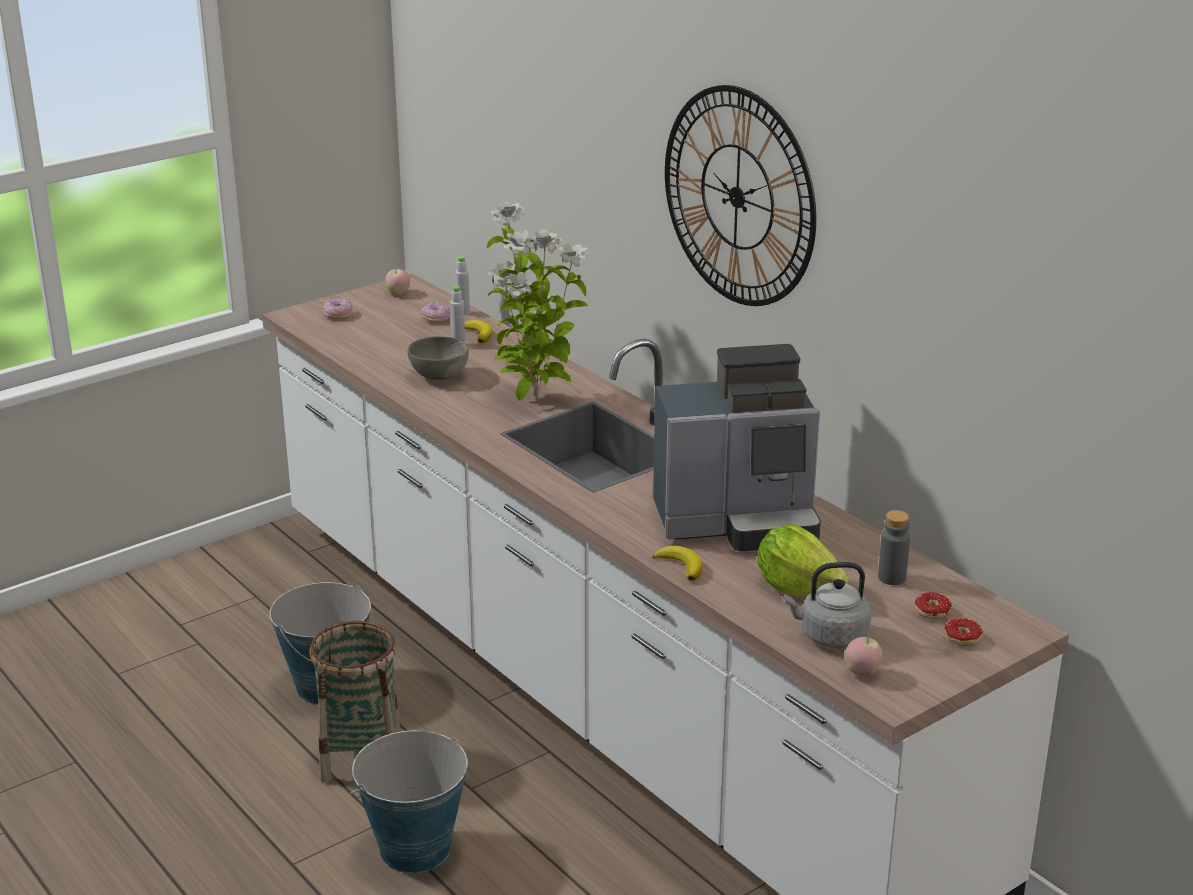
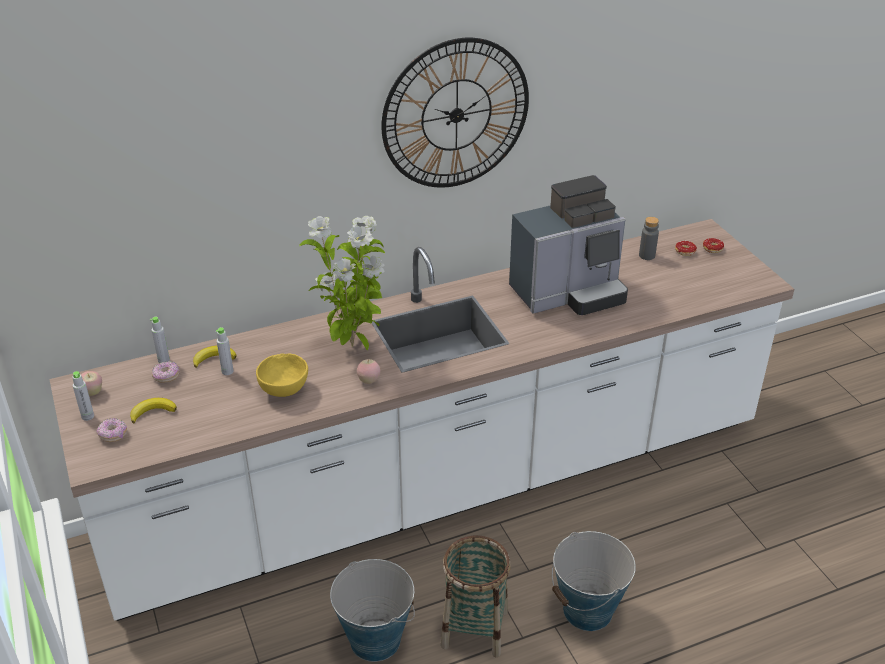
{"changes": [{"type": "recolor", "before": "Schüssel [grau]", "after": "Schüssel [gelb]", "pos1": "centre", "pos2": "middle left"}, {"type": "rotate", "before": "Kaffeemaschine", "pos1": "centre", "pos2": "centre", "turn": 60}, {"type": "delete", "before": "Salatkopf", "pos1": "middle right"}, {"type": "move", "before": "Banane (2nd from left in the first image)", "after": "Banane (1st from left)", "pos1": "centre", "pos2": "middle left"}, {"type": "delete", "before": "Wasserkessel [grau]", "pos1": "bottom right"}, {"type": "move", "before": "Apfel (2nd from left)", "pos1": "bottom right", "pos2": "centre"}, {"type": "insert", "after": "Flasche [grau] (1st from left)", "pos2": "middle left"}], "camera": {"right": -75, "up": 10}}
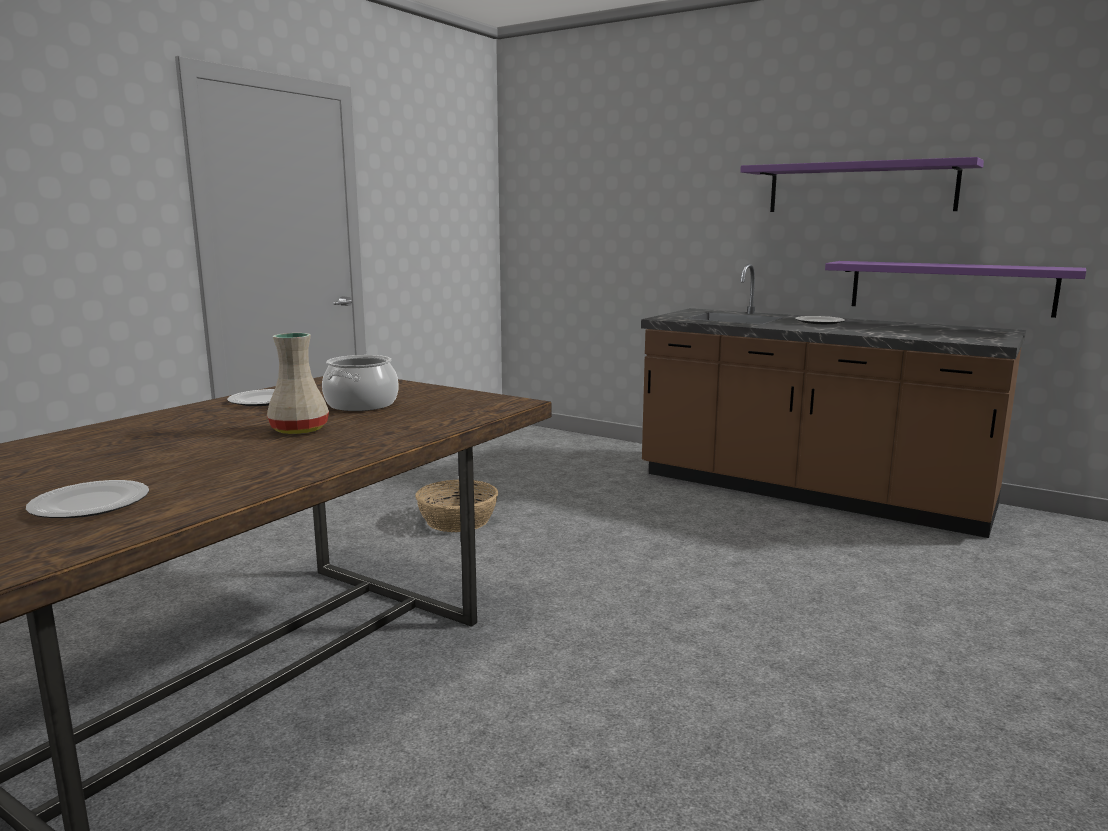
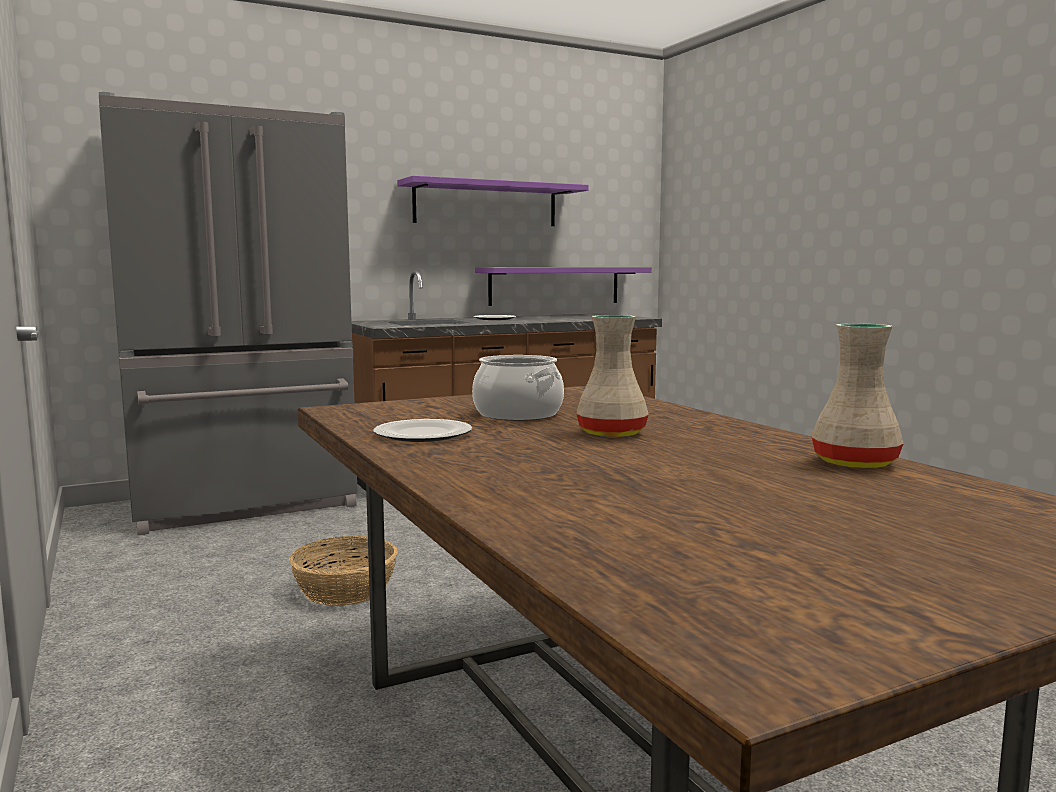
{"changes": [{"type": "delete", "before": "Teller (1st from left)", "pos1": "middle left"}, {"type": "insert", "after": "Kühlschrank [grau]", "pos2": "middle left"}, {"type": "insert", "after": "Vase [beige] (2nd from left)", "pos2": "middle right"}], "camera": {"right": -60, "up": -5}}
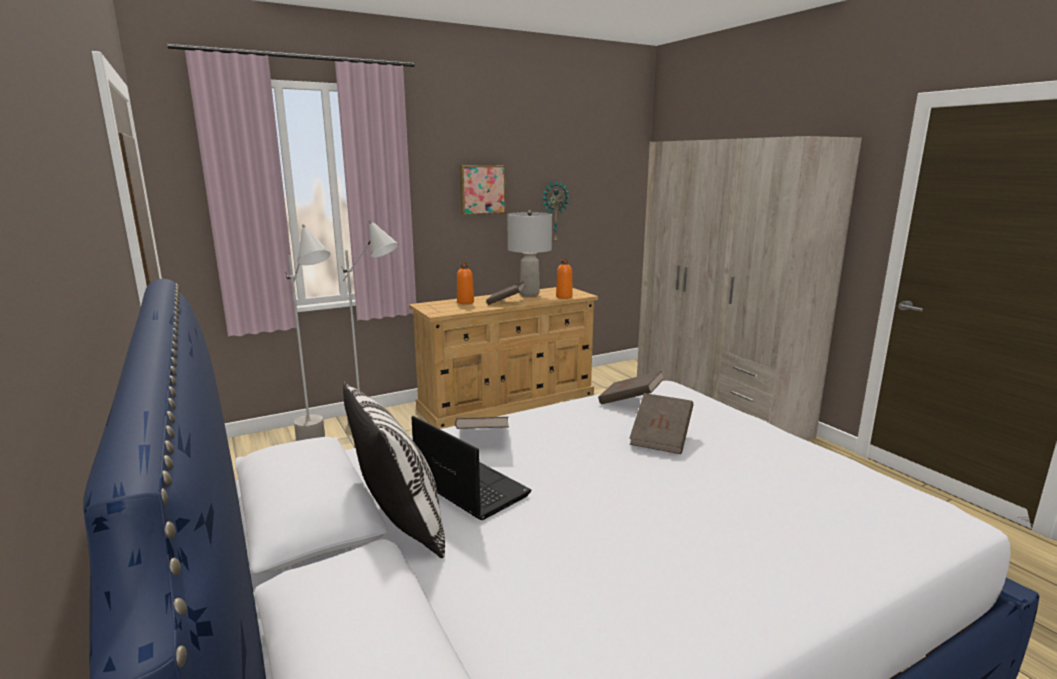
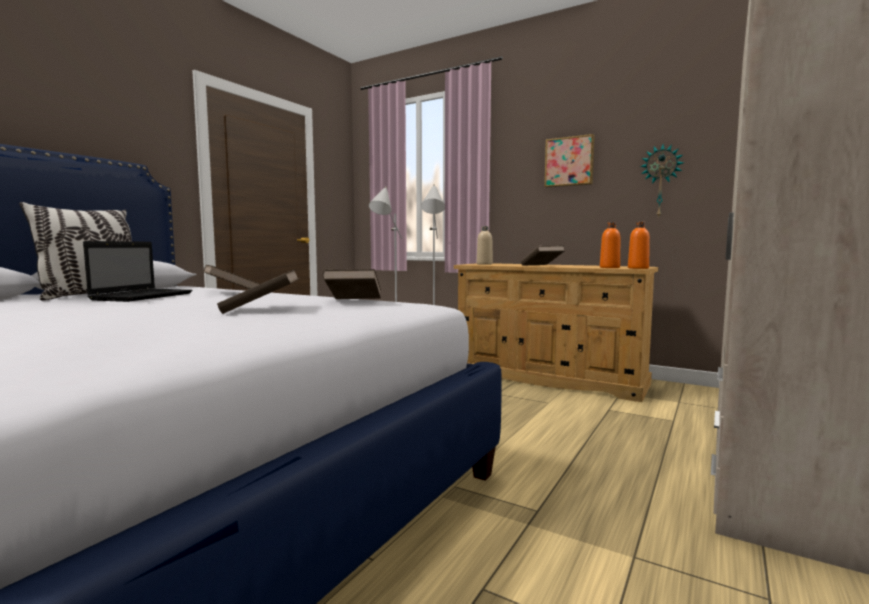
{"changes": [{"type": "delete", "before": "Tischlampe [grau]", "pos1": "centre"}, {"type": "move", "before": "Flasche [orange] (1st from left in the first image)", "after": "Flasche [orange] (2nd from left)", "pos1": "centre", "pos2": "middle right"}, {"type": "insert", "after": "Flasche [beige]", "pos2": "centre"}], "camera": {"right": 60, "up": -10}}
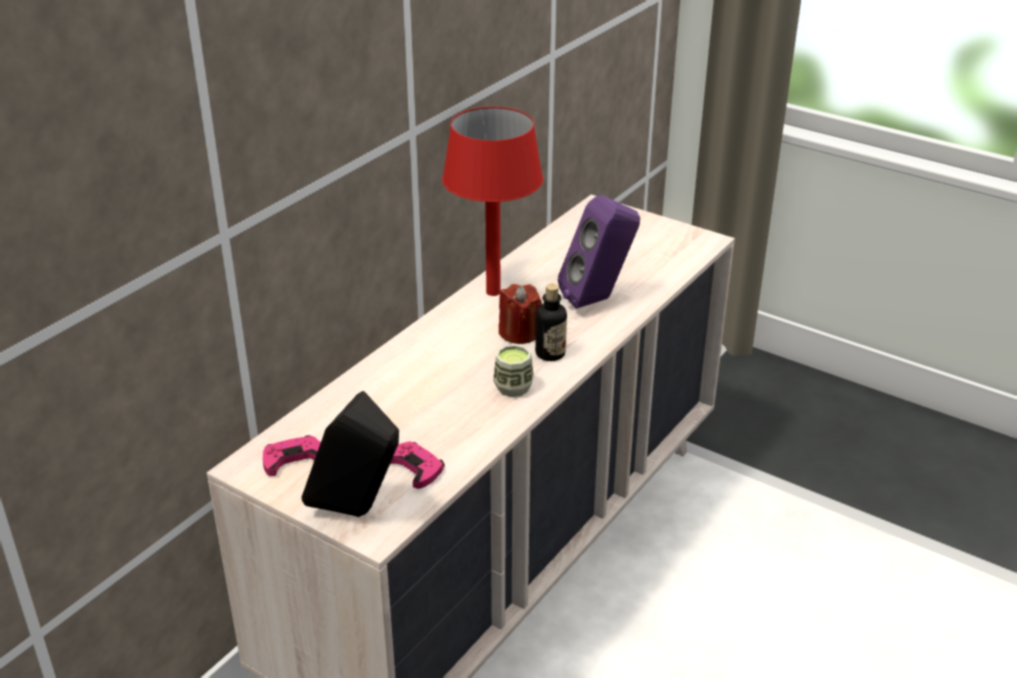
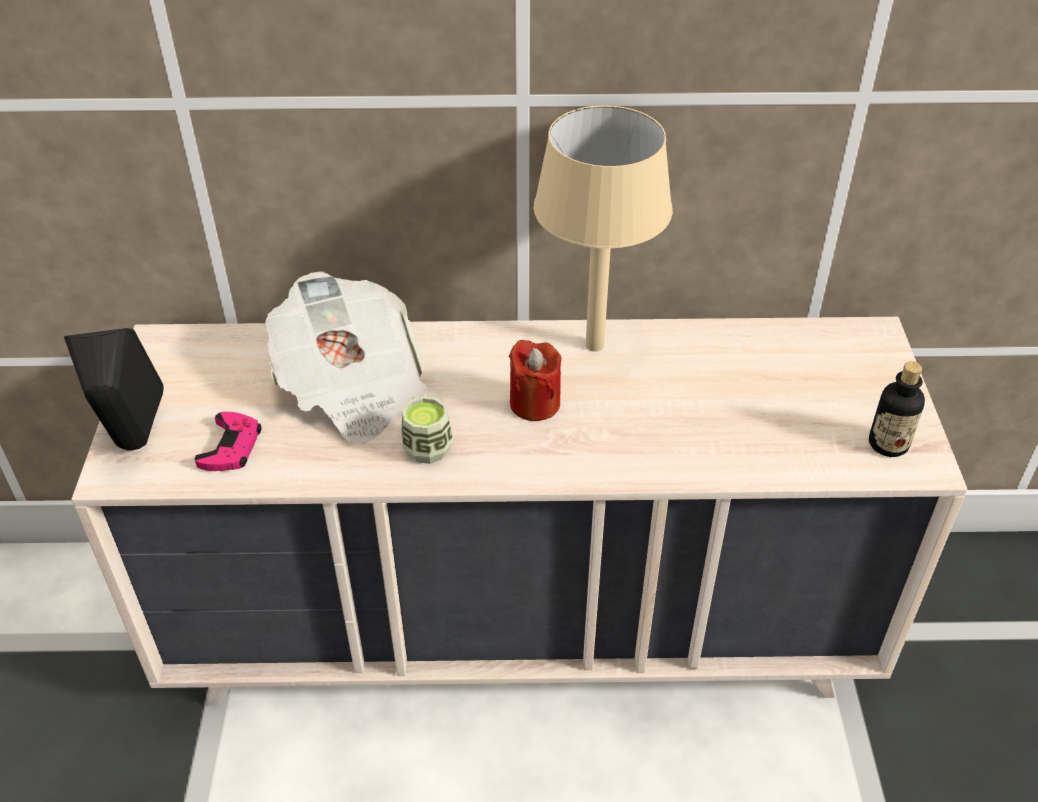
{"changes": [{"type": "recolor", "before": "Tischlampe [rot]", "after": "Tischlampe [beige]", "pos1": "top centre", "pos2": "top centre"}, {"type": "delete", "before": "Lautsprecher [lila]", "pos1": "centre"}, {"type": "move", "before": "Flasche", "pos1": "centre", "pos2": "middle right"}, {"type": "delete", "before": "Gamepad [rosa] (1st from left)", "pos1": "bottom left"}, {"type": "insert", "after": "Zeitung", "pos2": "centre"}], "camera": {"right": 55, "up": 10}}
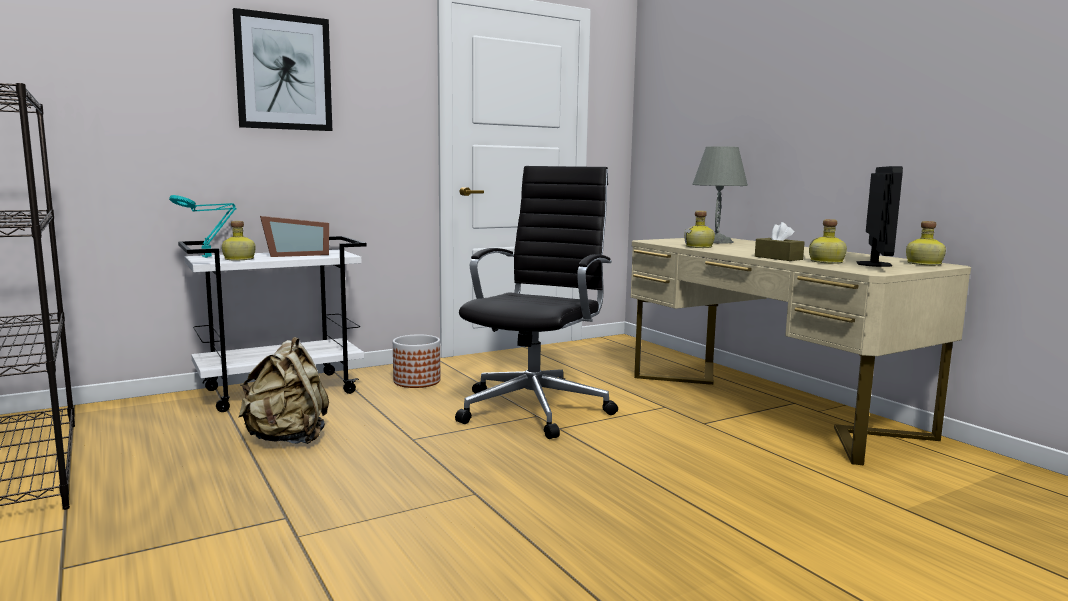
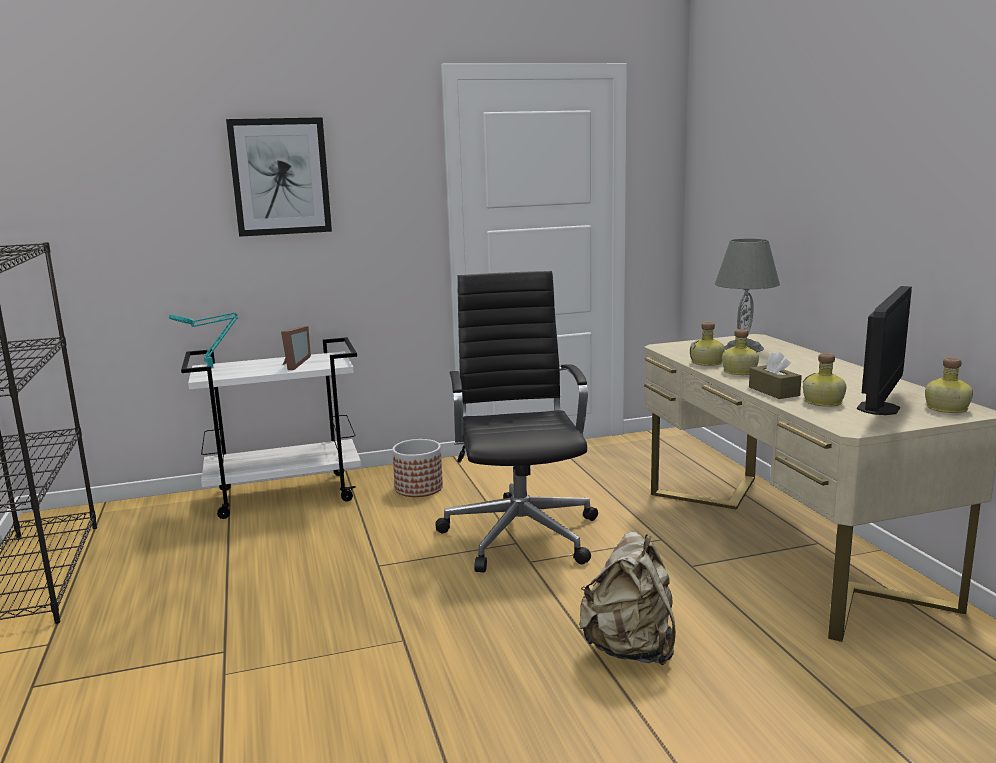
{"changes": [{"type": "rotate", "before": "Bürostuhl [schwarz]", "pos1": "centre", "pos2": "centre", "turn": -45}, {"type": "rotate", "before": "Bilderrahmen", "pos1": "middle left", "pos2": "middle left", "turn": -75}, {"type": "move", "before": "Flasche (1st from left in the first image)", "after": "Flasche (2nd from left)", "pos1": "middle left", "pos2": "middle right"}, {"type": "move", "before": "Rucksack [beige]", "pos1": "middle left", "pos2": "bottom centre"}], "camera": {"right": 15, "up": 5}}
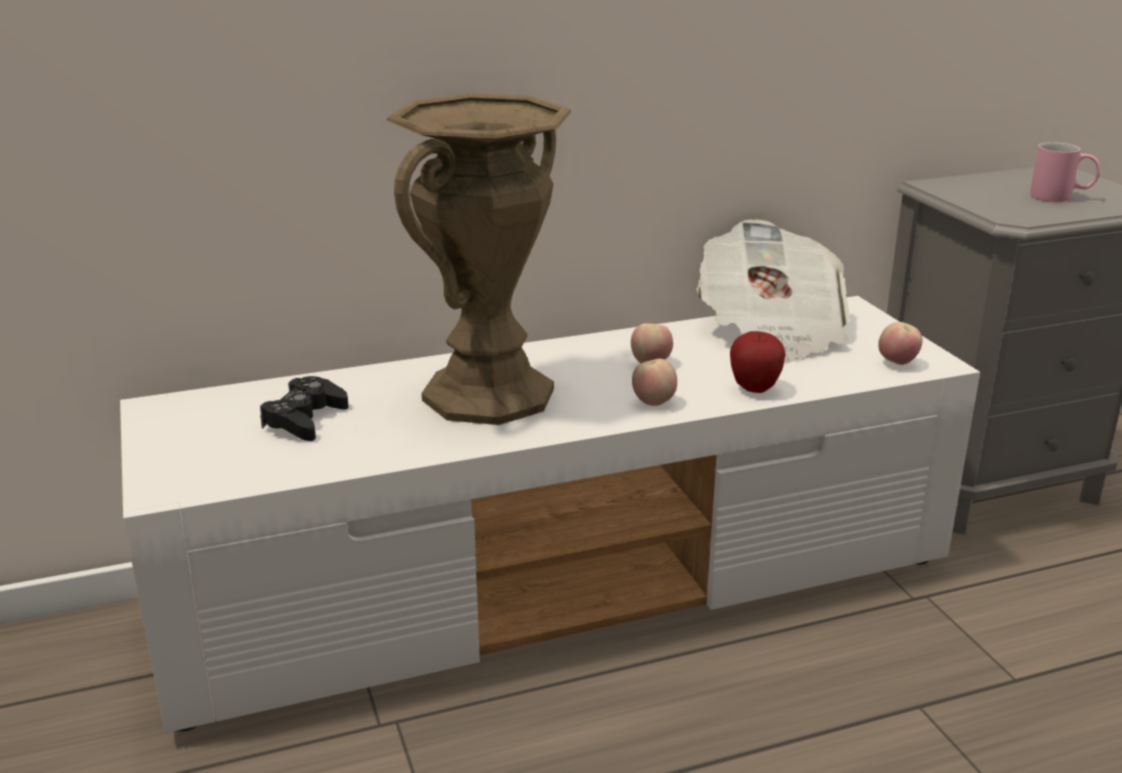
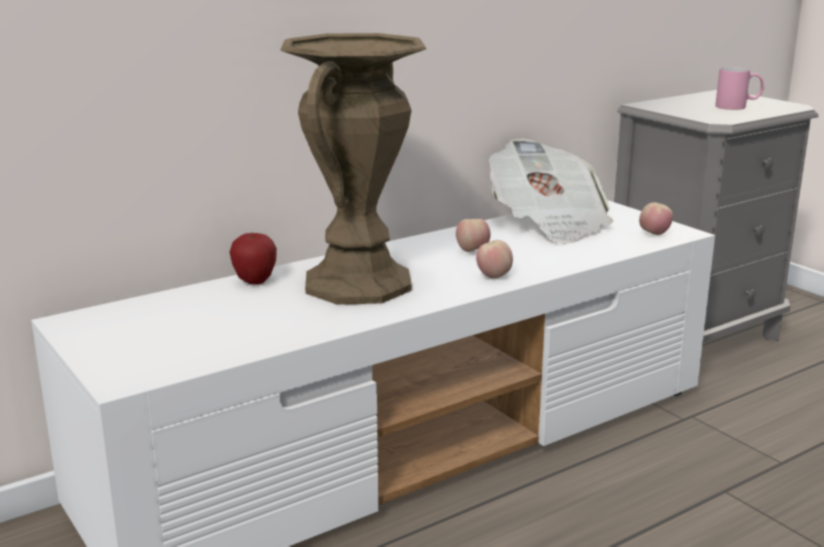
{"changes": [{"type": "move", "before": "Apfel (3rd from left in the first image)", "after": "Apfel (1st from left)", "pos1": "middle right", "pos2": "middle left"}, {"type": "delete", "before": "Gamepad [schwarz]", "pos1": "middle left"}], "camera": {"right": -15, "up": -5}}
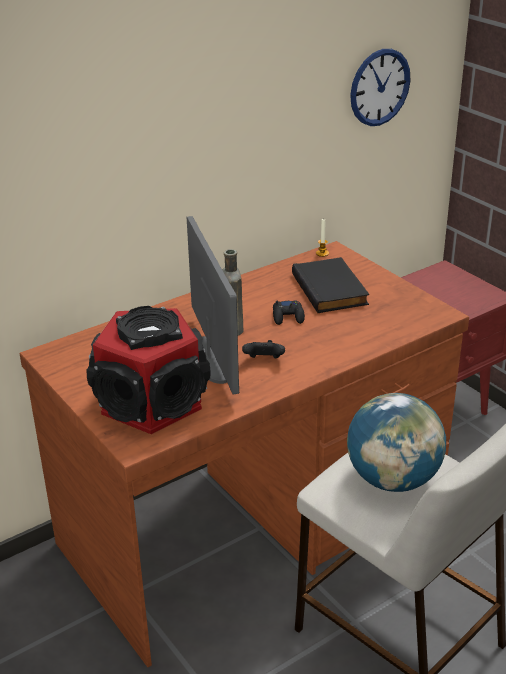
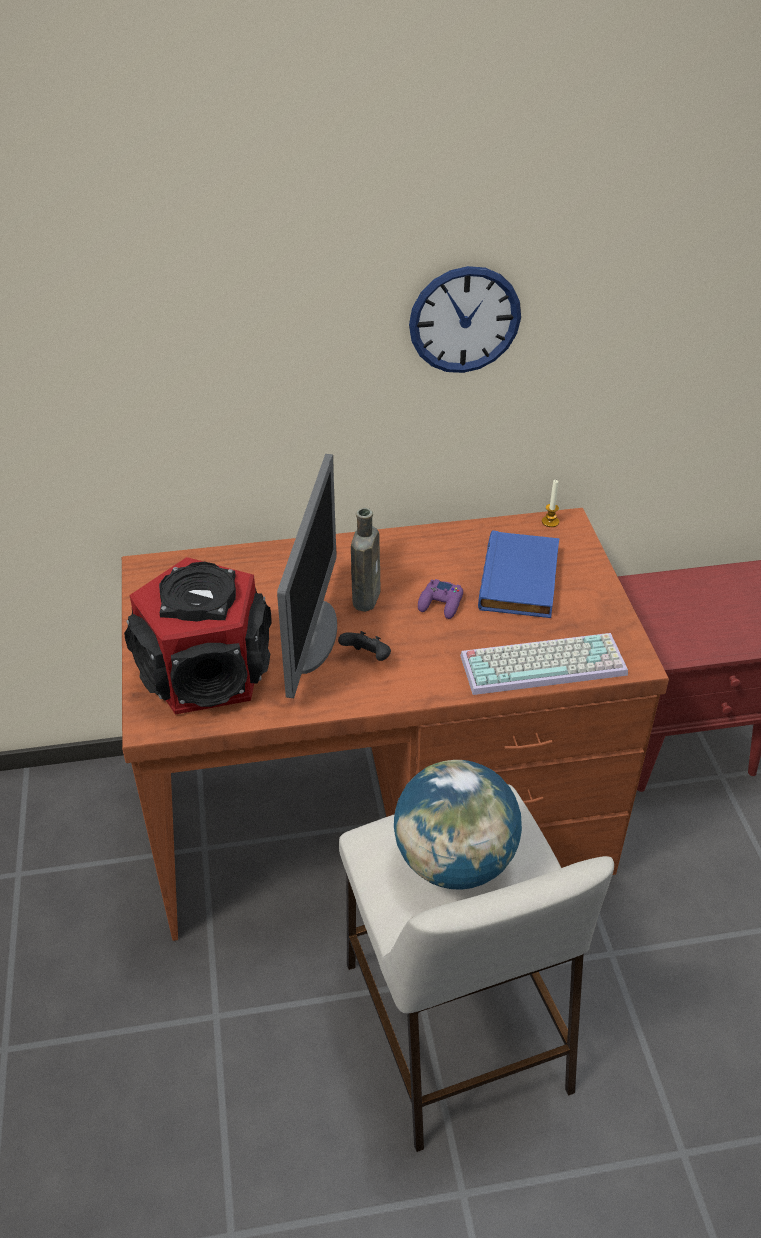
{"changes": [{"type": "move", "before": "Wanduhr", "pos1": "top right", "pos2": "top centre"}, {"type": "recolor", "before": "Buch [schwarz]", "after": "Buch [blau]", "pos1": "centre", "pos2": "middle right"}, {"type": "recolor", "before": "Gamepad [schwarz] (2nd from left)", "after": "Gamepad [lila]", "pos1": "centre", "pos2": "centre"}, {"type": "insert", "after": "Tastatur", "pos2": "middle right"}], "camera": {"right": 25, "up": 10}}
